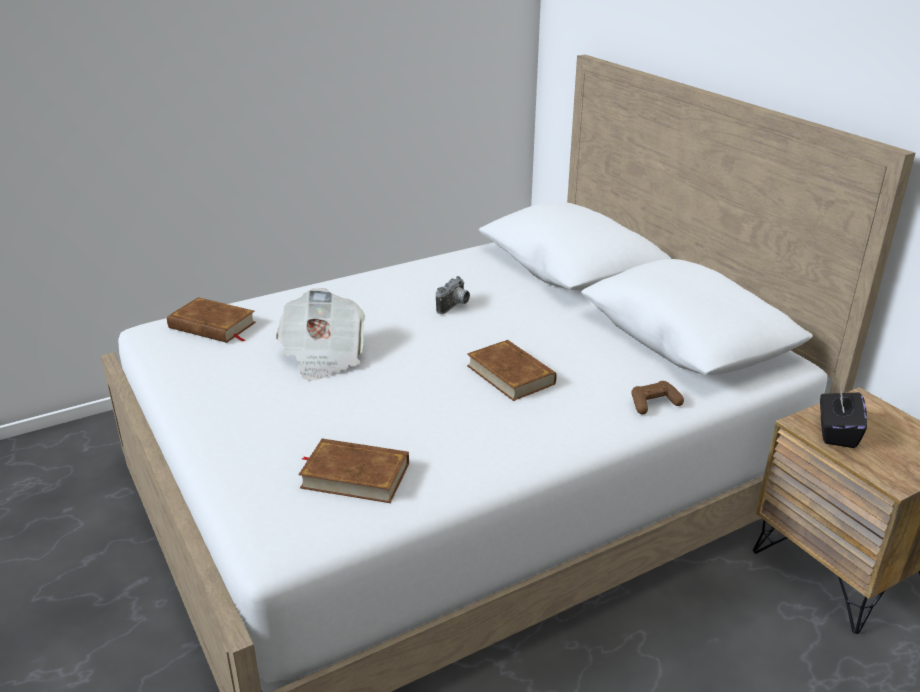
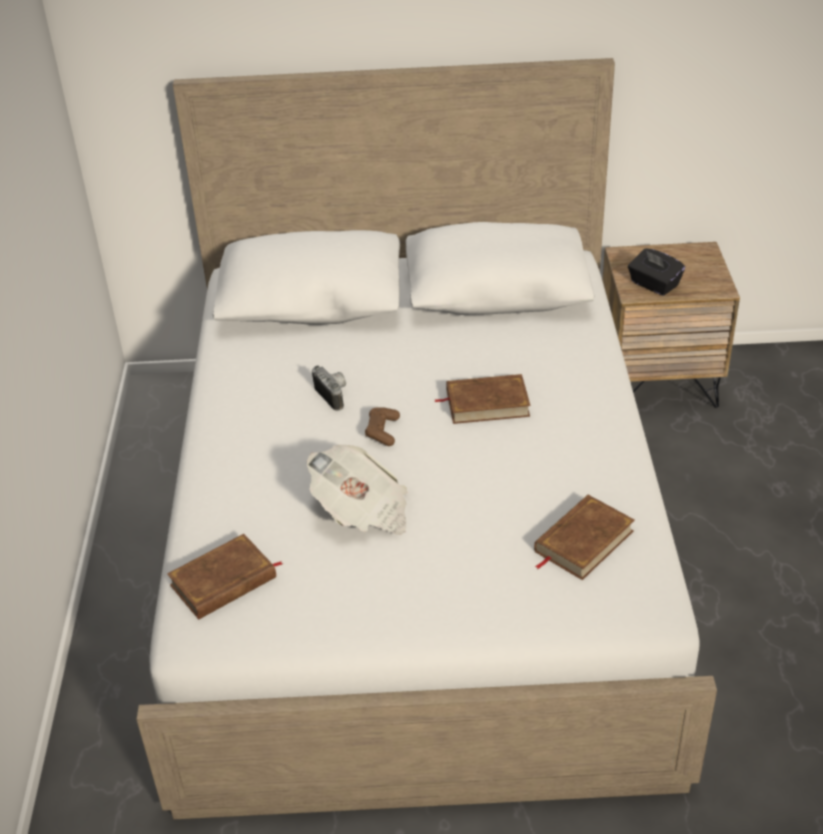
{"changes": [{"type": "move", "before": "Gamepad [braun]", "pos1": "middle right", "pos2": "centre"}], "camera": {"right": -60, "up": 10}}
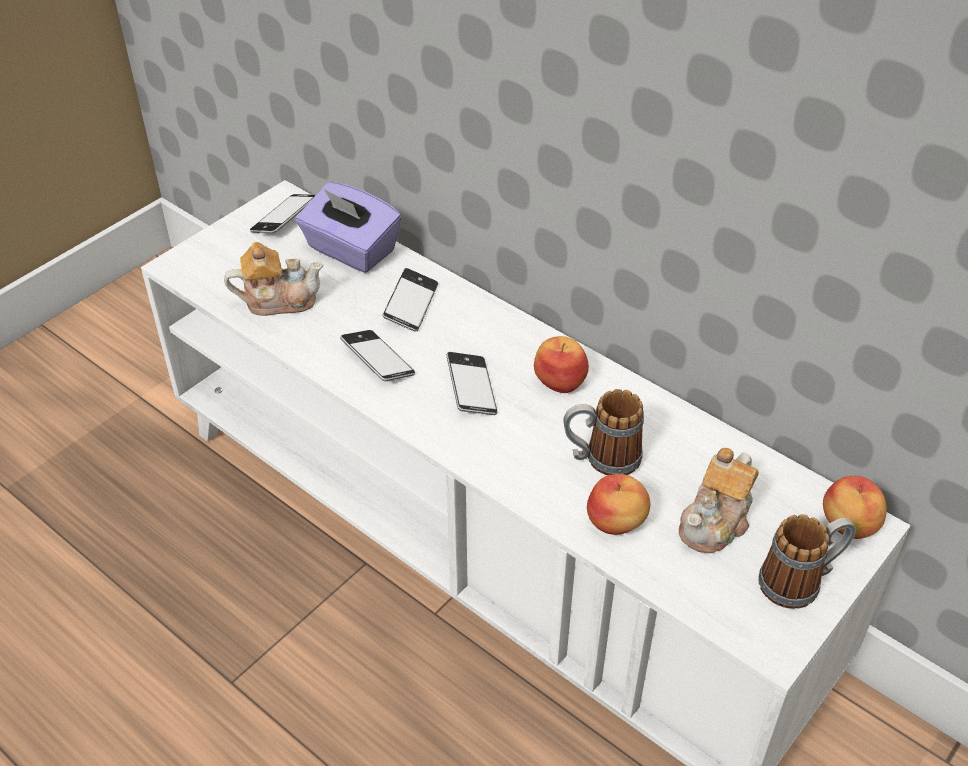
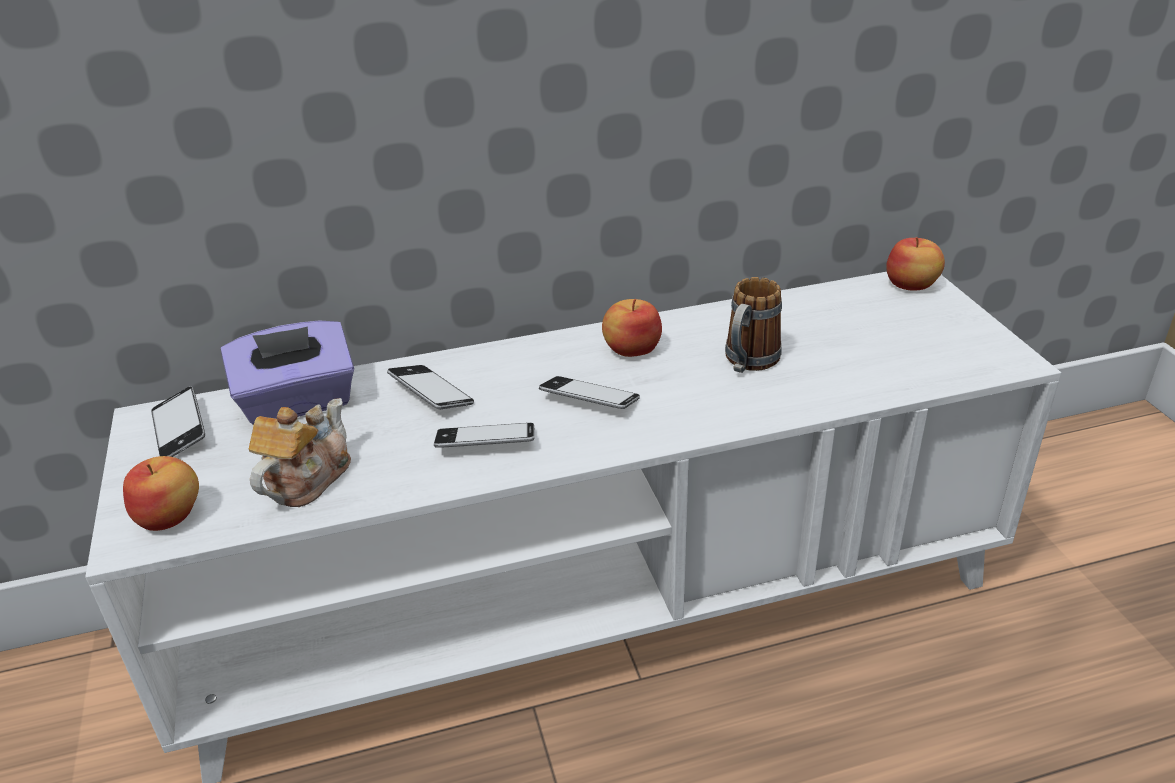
{"changes": [{"type": "delete", "before": "Teekanne (2nd from left)", "pos1": "middle right"}, {"type": "move", "before": "Apfel (2nd from left in the first image)", "after": "Apfel (1st from left)", "pos1": "centre", "pos2": "middle left"}, {"type": "delete", "before": "Henkelbecher (2nd from left)", "pos1": "bottom right"}], "camera": {"right": -55, "up": -10}}
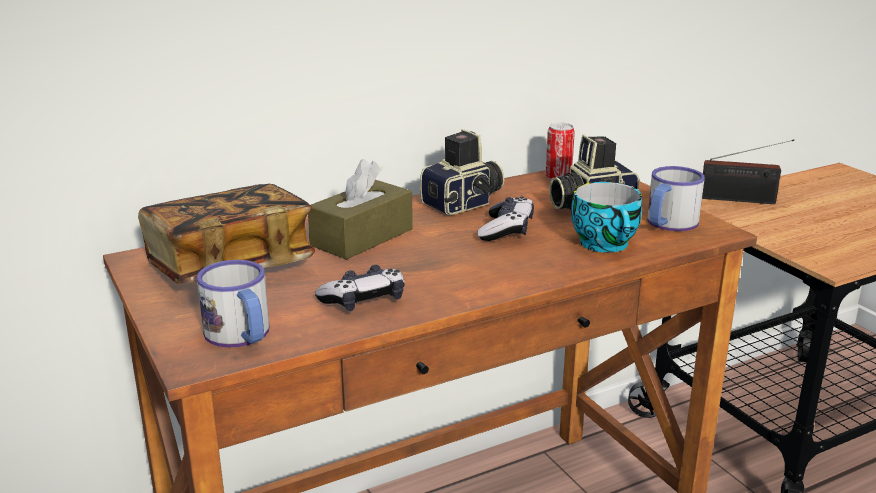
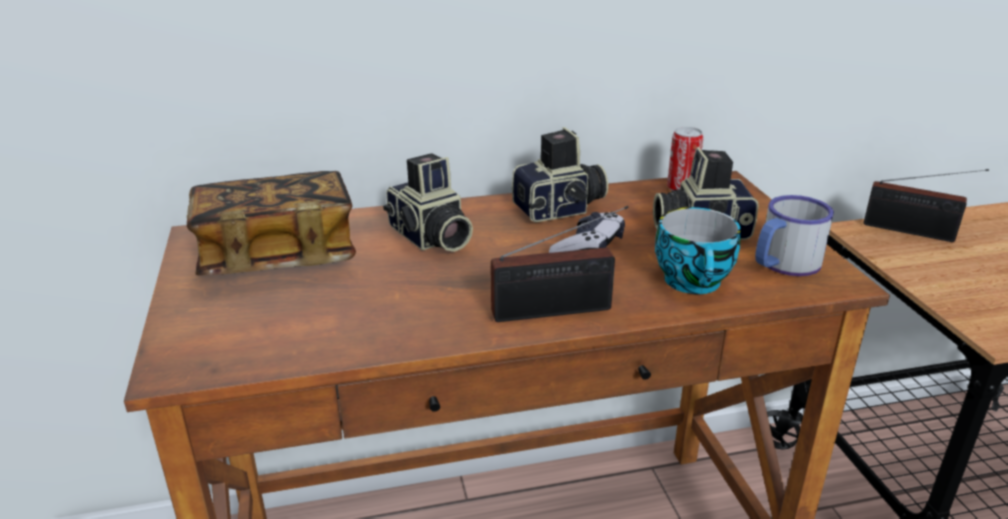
{"changes": [{"type": "replace", "before": "Taschentuchbox [braun]", "after": "Kamera (1st from left)", "pos1": "centre", "pos2": "centre"}, {"type": "delete", "before": "Henkelbecher (1st from left)", "pos1": "middle left"}, {"type": "delete", "before": "Gamepad (1st from left)", "pos1": "centre"}, {"type": "insert", "after": "Radio (1st from left)", "pos2": "centre"}], "camera": {"right": 15, "up": 5}}
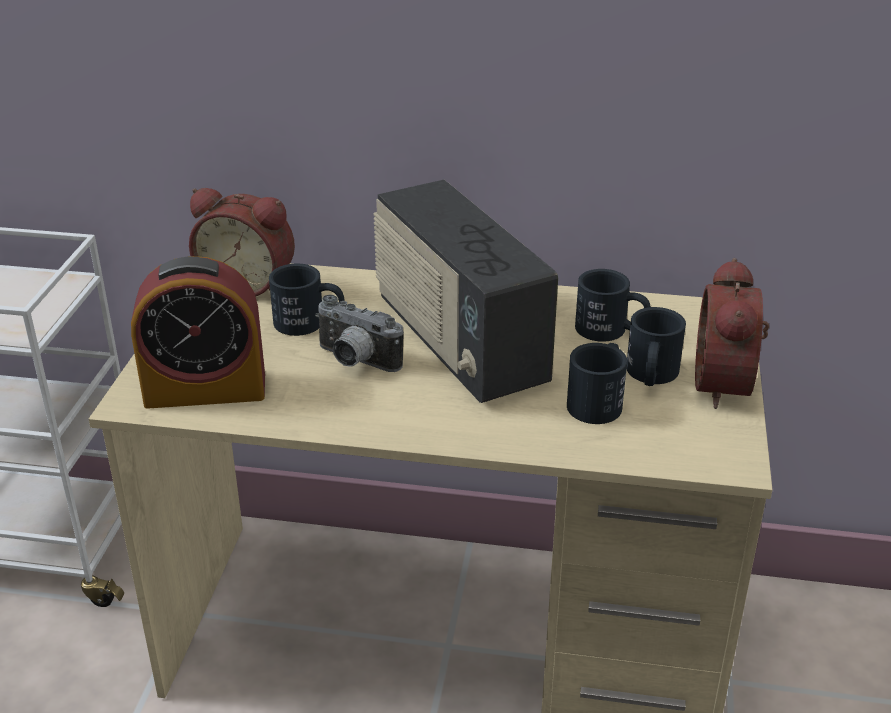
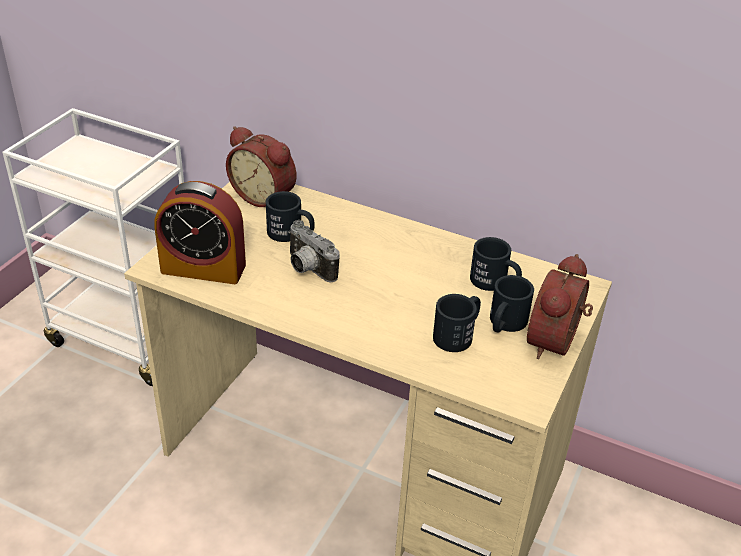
{"changes": [{"type": "delete", "before": "Radio", "pos1": "centre"}], "camera": {"right": 15, "up": 5}}
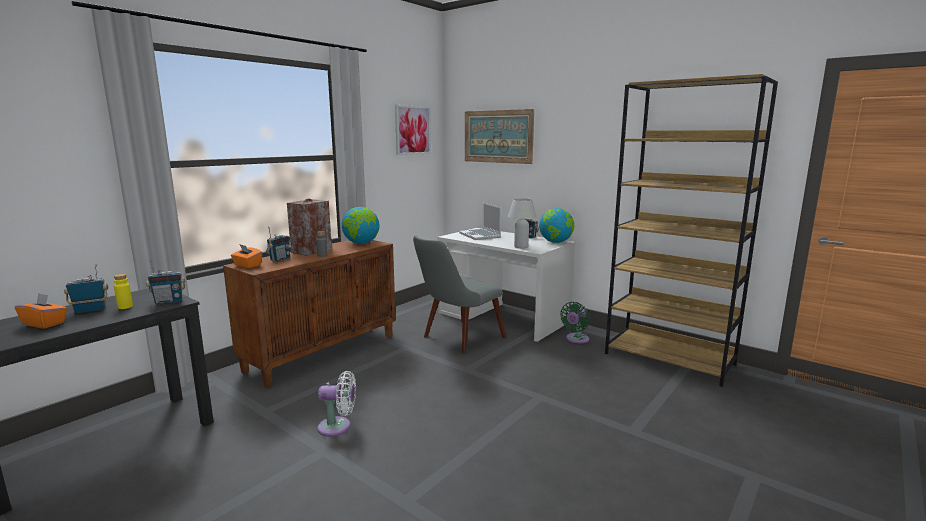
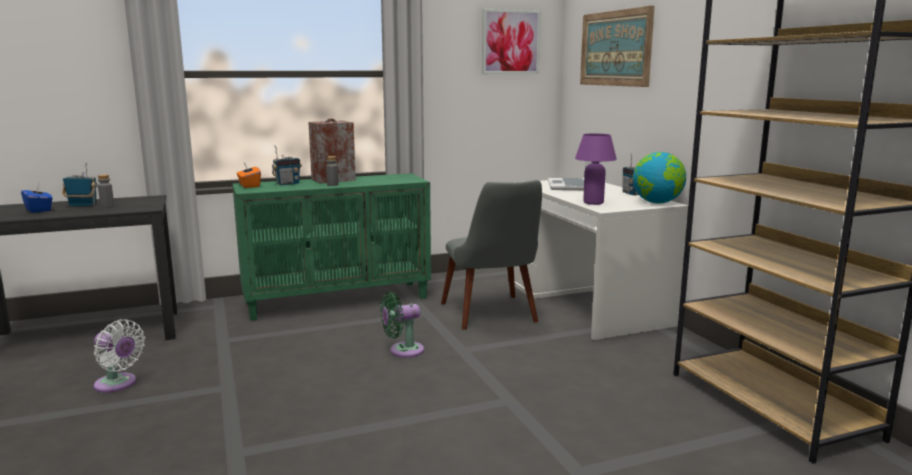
{"changes": [{"type": "recolor", "before": "Tischlampe [weiß]", "after": "Tischlampe [lila]", "pos1": "centre", "pos2": "centre"}, {"type": "delete", "before": "Globus (1st from left)", "pos1": "centre"}, {"type": "rotate", "before": "Stuhl [grau]", "pos1": "centre", "pos2": "centre", "turn": -90}, {"type": "recolor", "before": "Schrank [braun]", "after": "Schrank [grün]", "pos1": "centre", "pos2": "centre"}, {"type": "delete", "before": "Radio (2nd from left)", "pos1": "middle left"}, {"type": "recolor", "before": "Flasche [gelb]", "after": "Flasche [grau] (1st from left)", "pos1": "middle left", "pos2": "middle left"}, {"type": "recolor", "before": "Taschentuchbox [orange] (1st from left)", "after": "Taschentuchbox [blau]", "pos1": "middle left", "pos2": "middle left"}, {"type": "move", "before": "Ventilator [grün]", "pos1": "centre", "pos2": "bottom centre"}, {"type": "move", "before": "Ventilator [weiß]", "pos1": "bottom centre", "pos2": "bottom left"}], "camera": {"right": 30, "up": 0}}
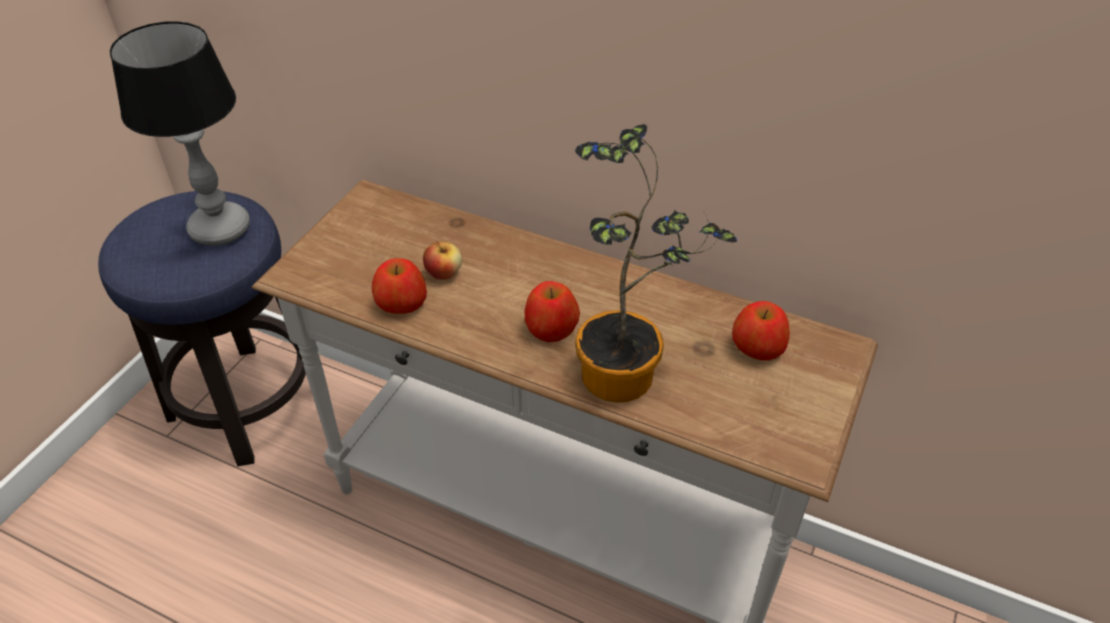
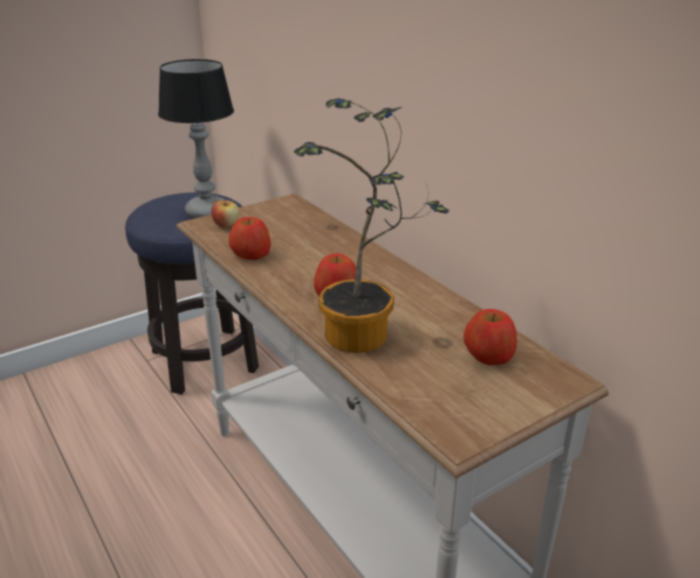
{"changes": [{"type": "move", "before": "Apfel (2nd from left in the first image)", "after": "Apfel (1st from left)", "pos1": "centre", "pos2": "middle left"}], "camera": {"right": 30, "up": -15}}
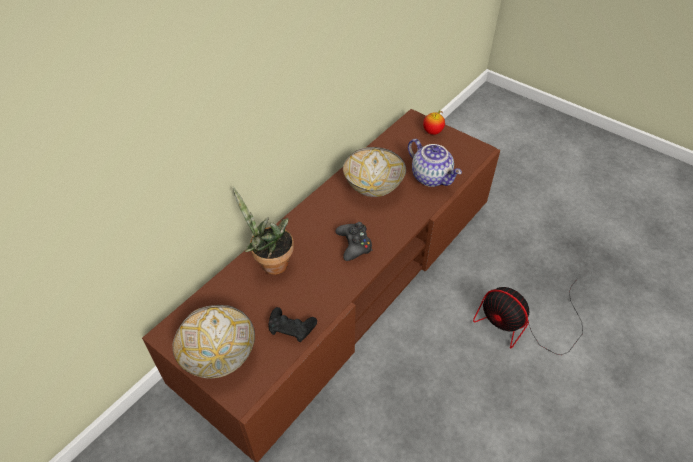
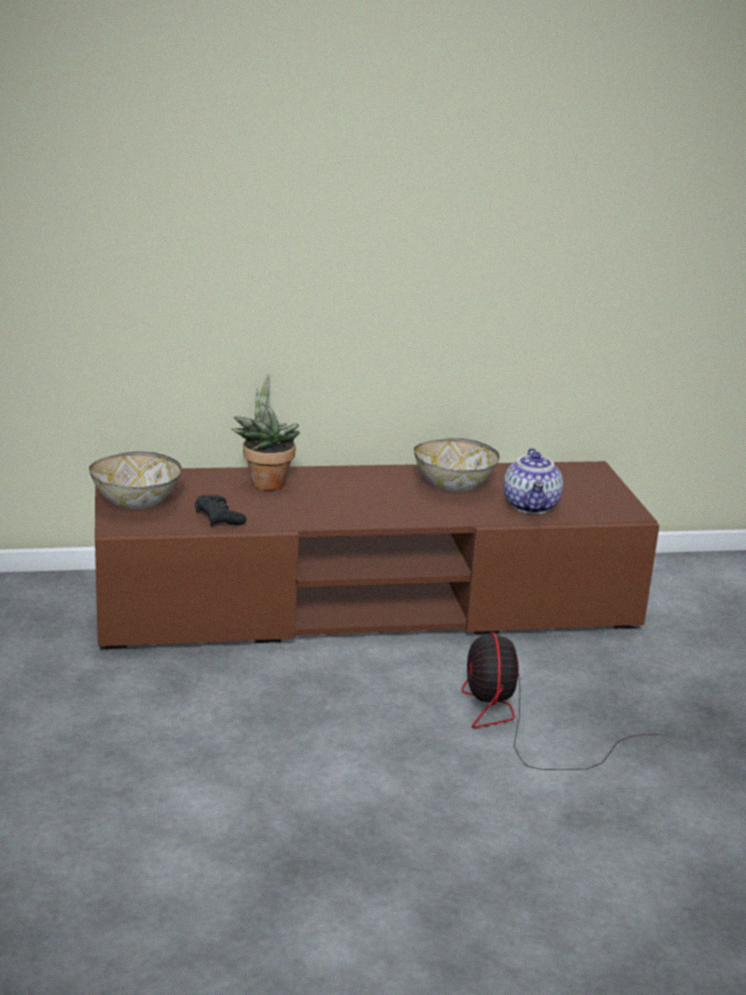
{"changes": [{"type": "delete", "before": "Apfel", "pos1": "top centre"}, {"type": "delete", "before": "Gamepad [schwarz] (2nd from left)", "pos1": "centre"}], "camera": {"right": 40, "up": -25}}
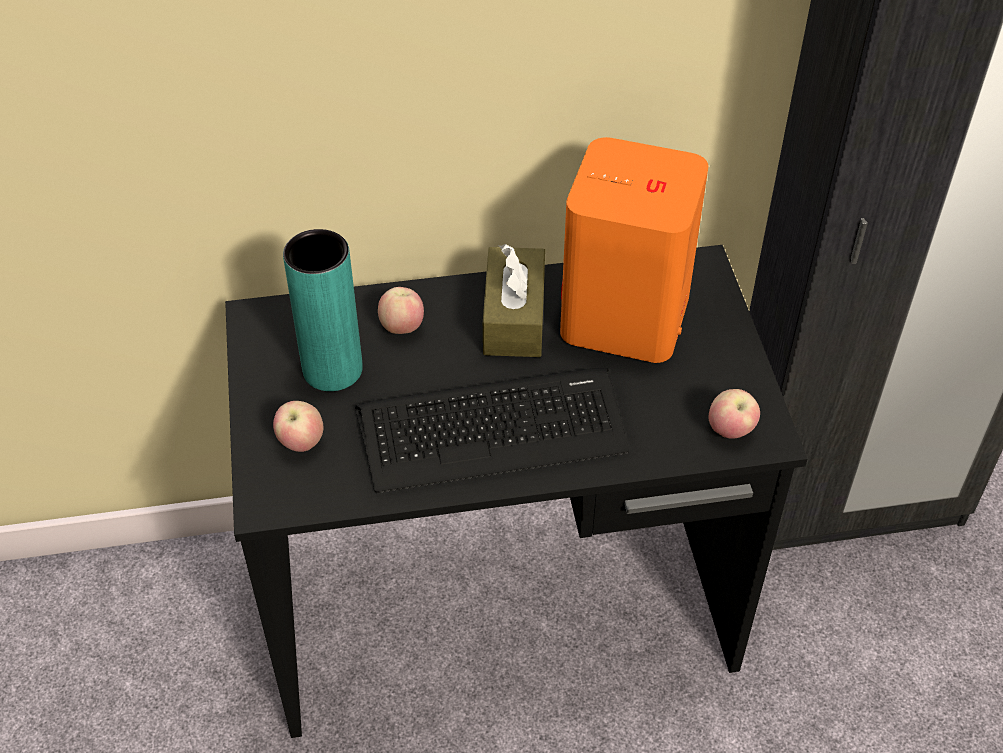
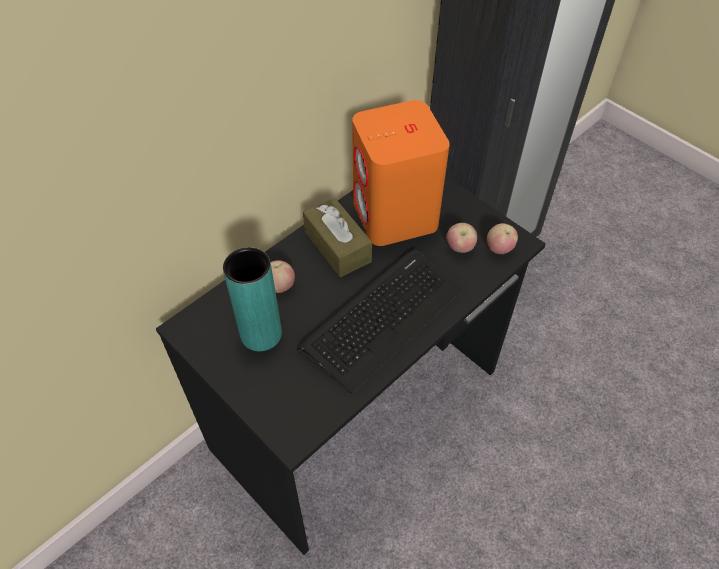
{"changes": [{"type": "move", "before": "Apfel (1st from left in the first image)", "after": "Apfel (2nd from left)", "pos1": "middle left", "pos2": "centre"}], "camera": {"right": -35, "up": 5}}
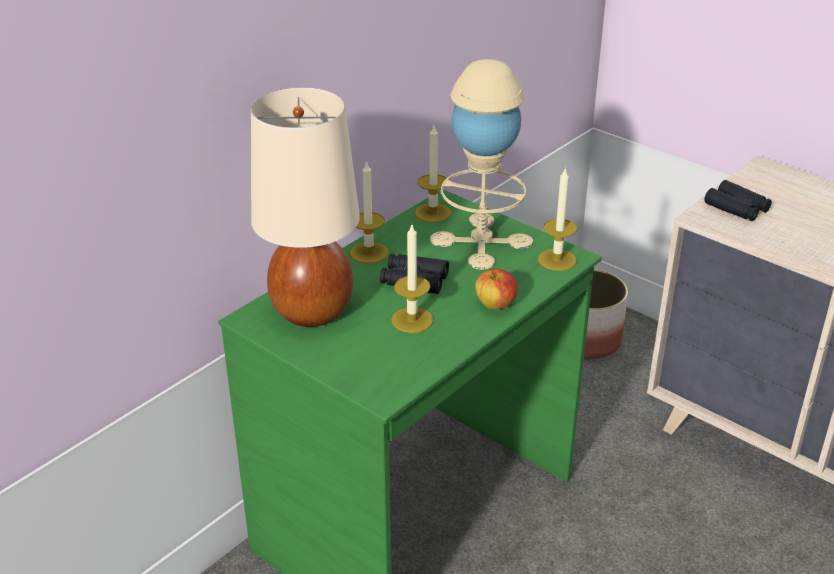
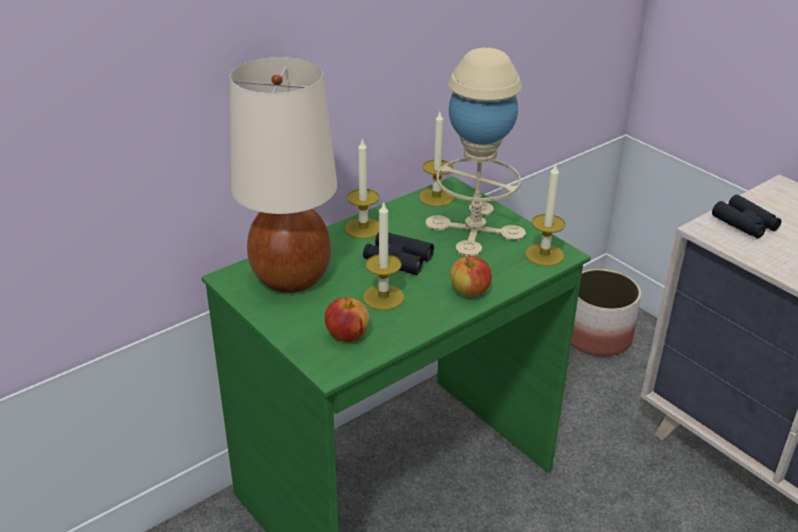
{"changes": [{"type": "insert", "after": "Apfel (1st from left)", "pos2": "centre"}], "camera": {"right": 10, "up": 0}}
